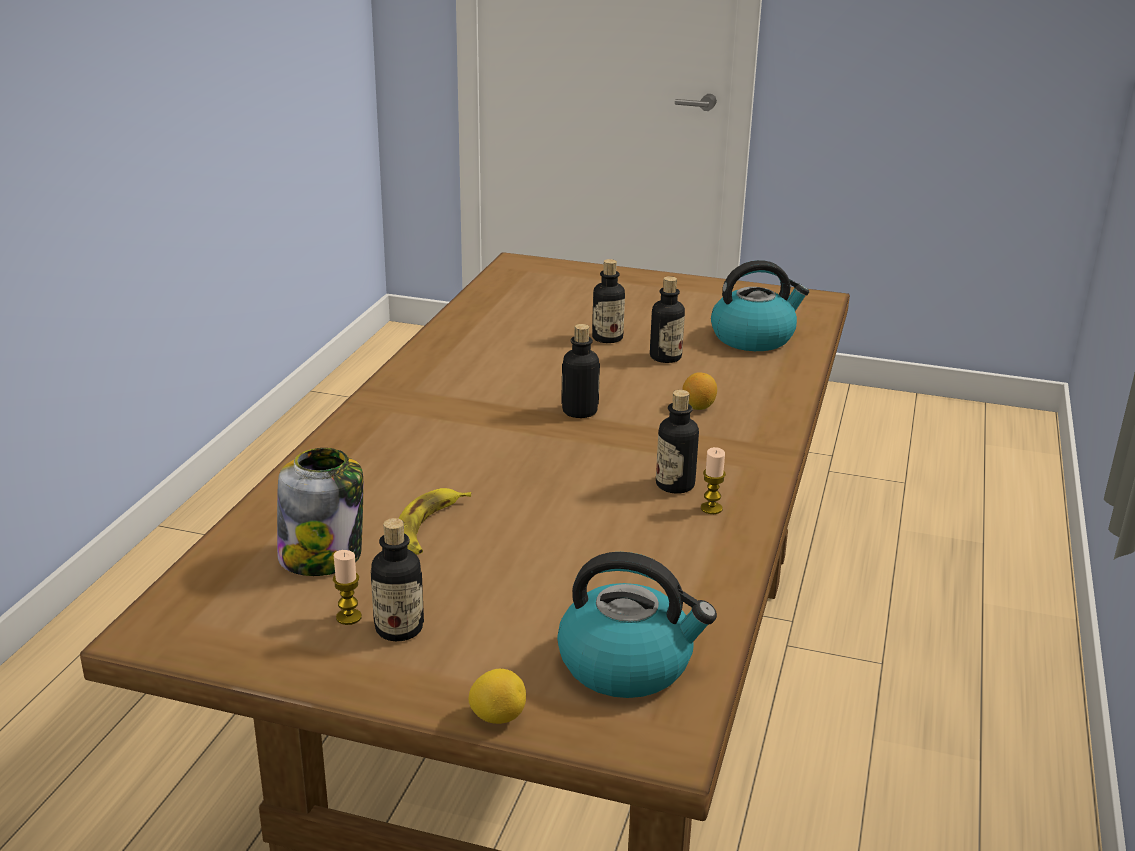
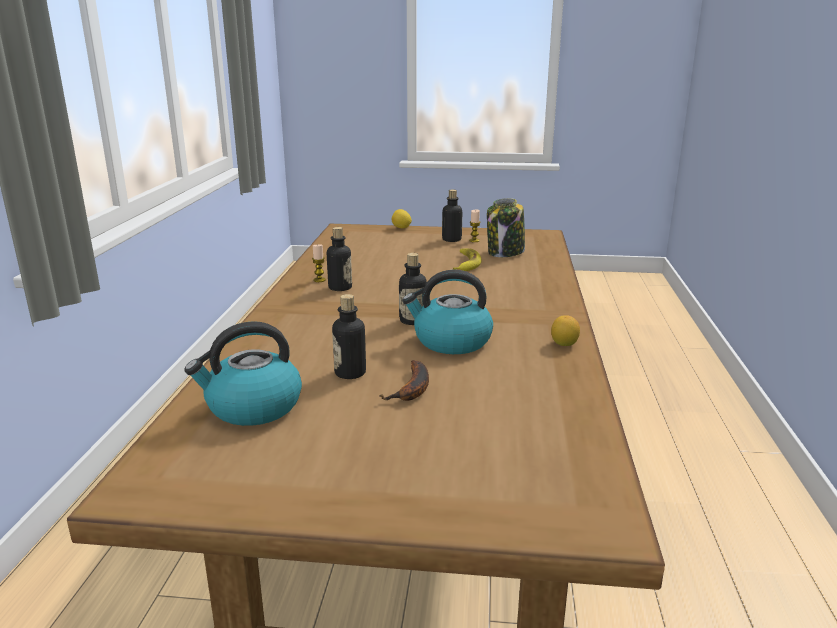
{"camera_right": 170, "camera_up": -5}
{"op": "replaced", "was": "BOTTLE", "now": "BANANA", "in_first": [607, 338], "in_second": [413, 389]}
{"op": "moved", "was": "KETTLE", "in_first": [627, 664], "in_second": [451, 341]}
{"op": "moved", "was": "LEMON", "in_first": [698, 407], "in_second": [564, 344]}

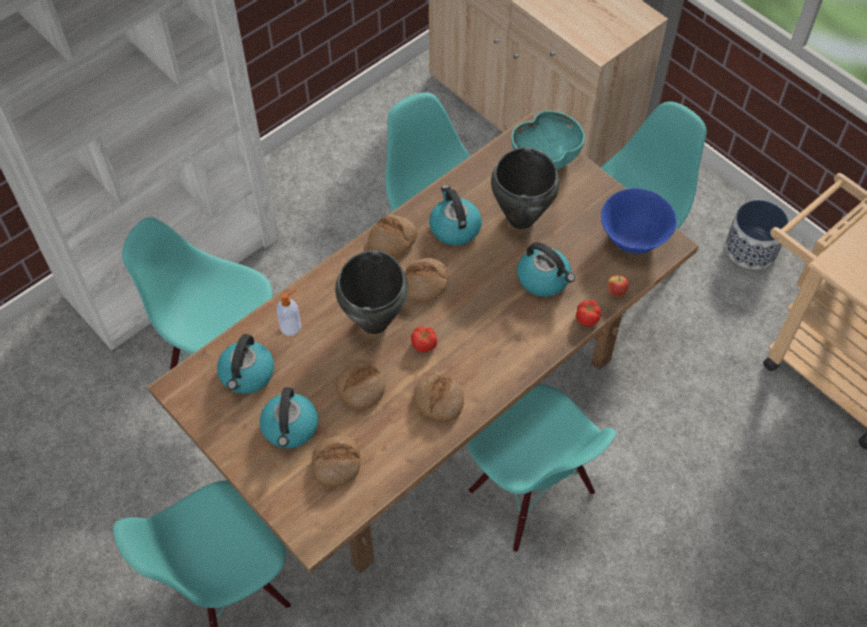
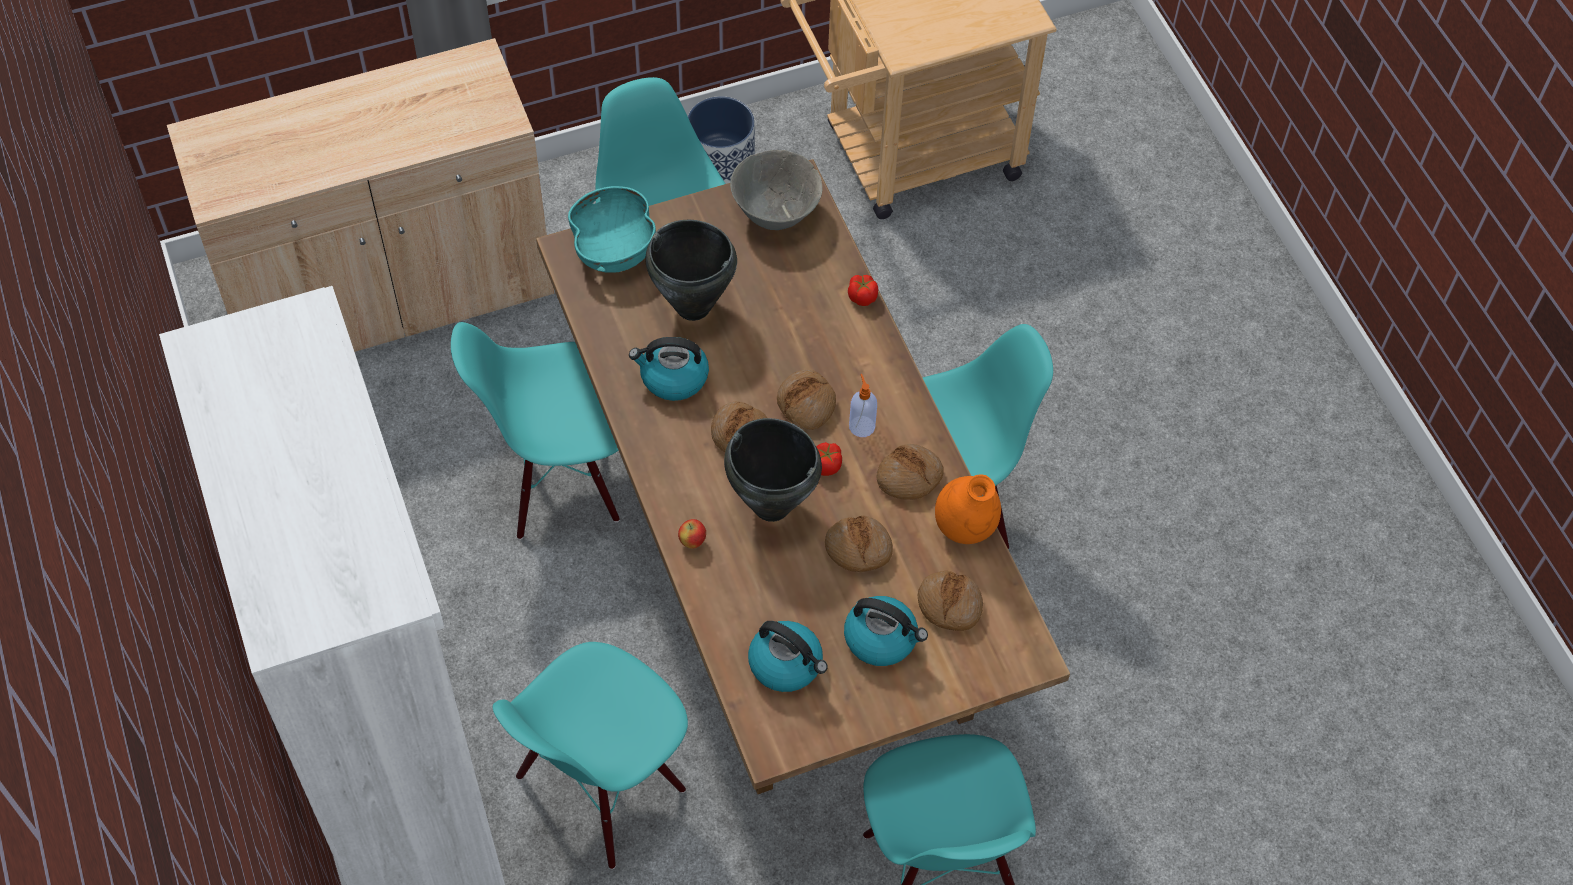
{"camera_right": -70, "camera_up": 0}
{"op": "moved", "was": "APPLE", "in_first": [616, 292], "in_second": [692, 541]}
{"op": "recoloured", "was": "BLUE BOWL", "now": "GREY BOWL", "in_first": [633, 238], "in_second": [775, 213]}
{"op": "moved", "was": "BREAD", "in_first": [392, 240], "in_second": [806, 404]}
{"op": "moved", "was": "SOAP DISPENSER", "in_first": [291, 326], "in_second": [861, 425]}
{"op": "added", "now": "ORANGE VASE", "in_second": [964, 528]}
{"op": "removed", "was": "KETTLE", "in_first": [544, 279]}

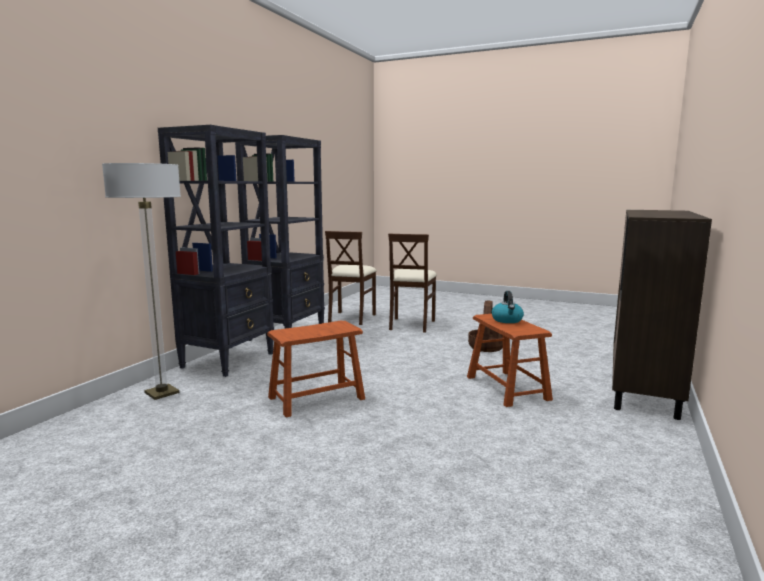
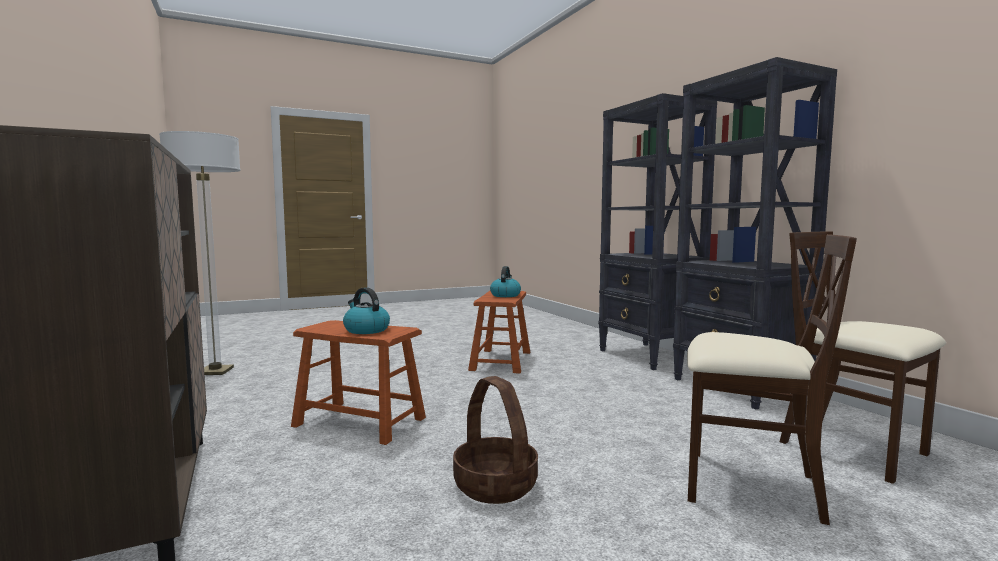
{"camera_right": 130, "camera_up": -5}
{"op": "moved", "was": "FLOOR LAMP", "in_first": [162, 393], "in_second": [215, 371]}
{"op": "added", "now": "KETTLE", "in_second": [505, 295]}
{"op": "turned", "was": "BEIGE CHAIR", "in_first": [411, 325], "in_second": [749, 485], "clockwise": 150}

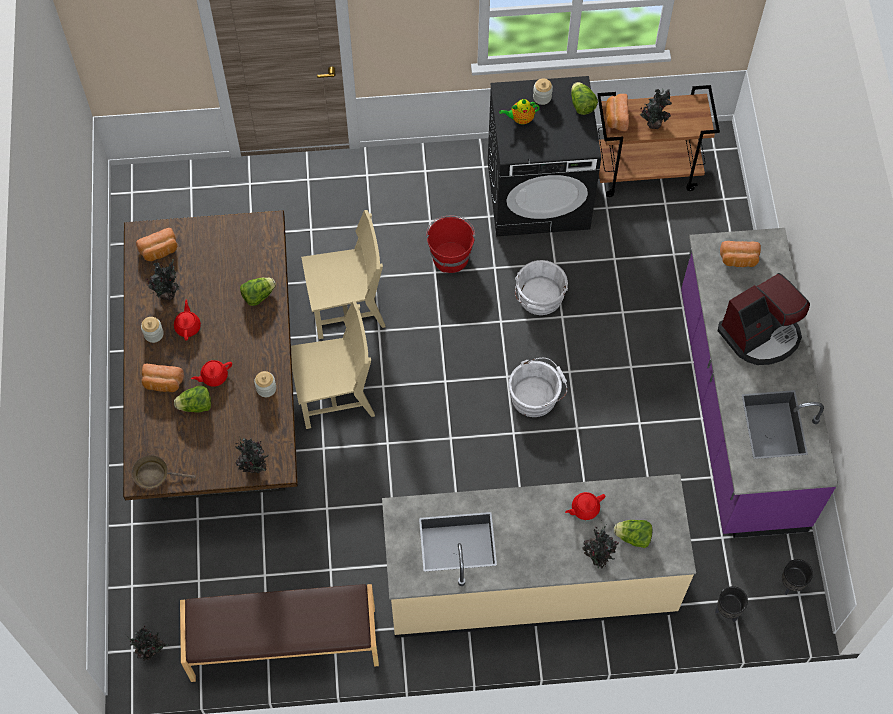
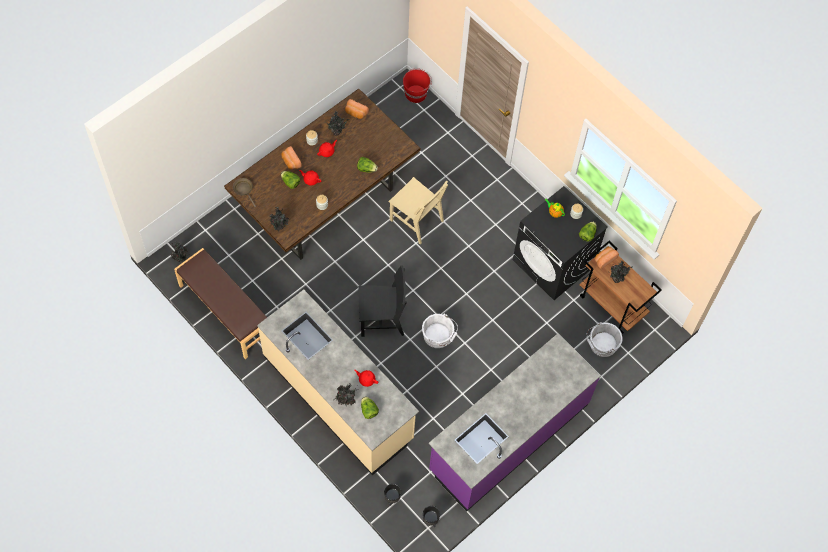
{"camera_right": 50, "camera_up": 0}
{"op": "added", "now": "BLACK CHAIR", "in_second": [382, 319]}
{"op": "moved", "was": "RED BUCKET", "in_first": [450, 256], "in_second": [416, 93]}
{"op": "moved", "was": "WHITE BUCKET", "in_first": [539, 298], "in_second": [601, 345]}
{"op": "removed", "was": "BEIGE CHAIR", "in_first": [335, 396]}
{"op": "removed", "was": "COFFEE MACHINE", "in_first": [761, 334]}
{"op": "removed", "was": "BREAD", "in_first": [739, 260]}

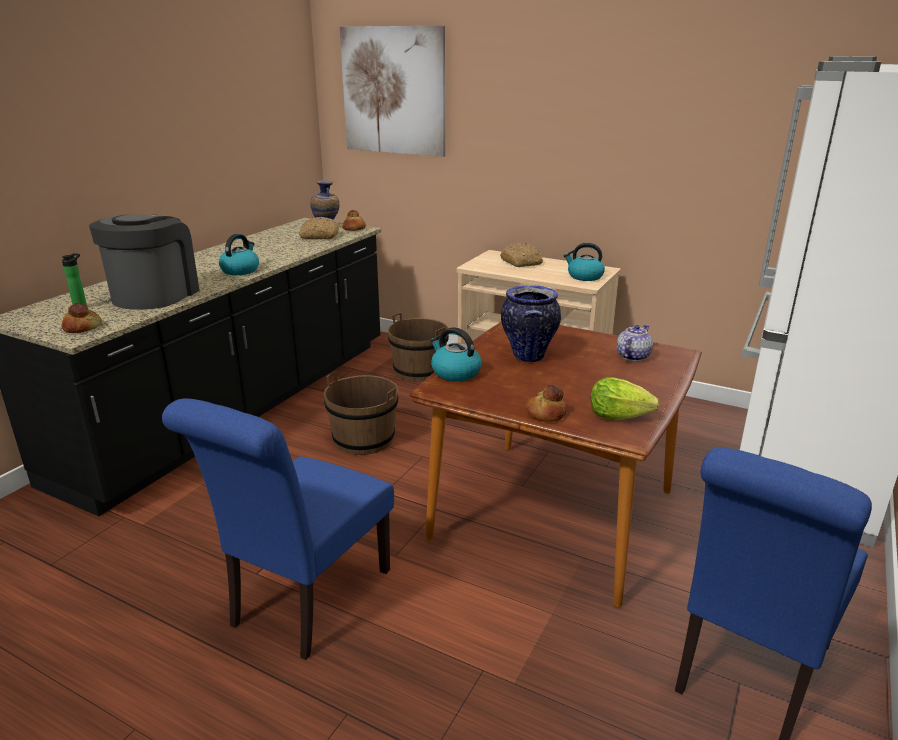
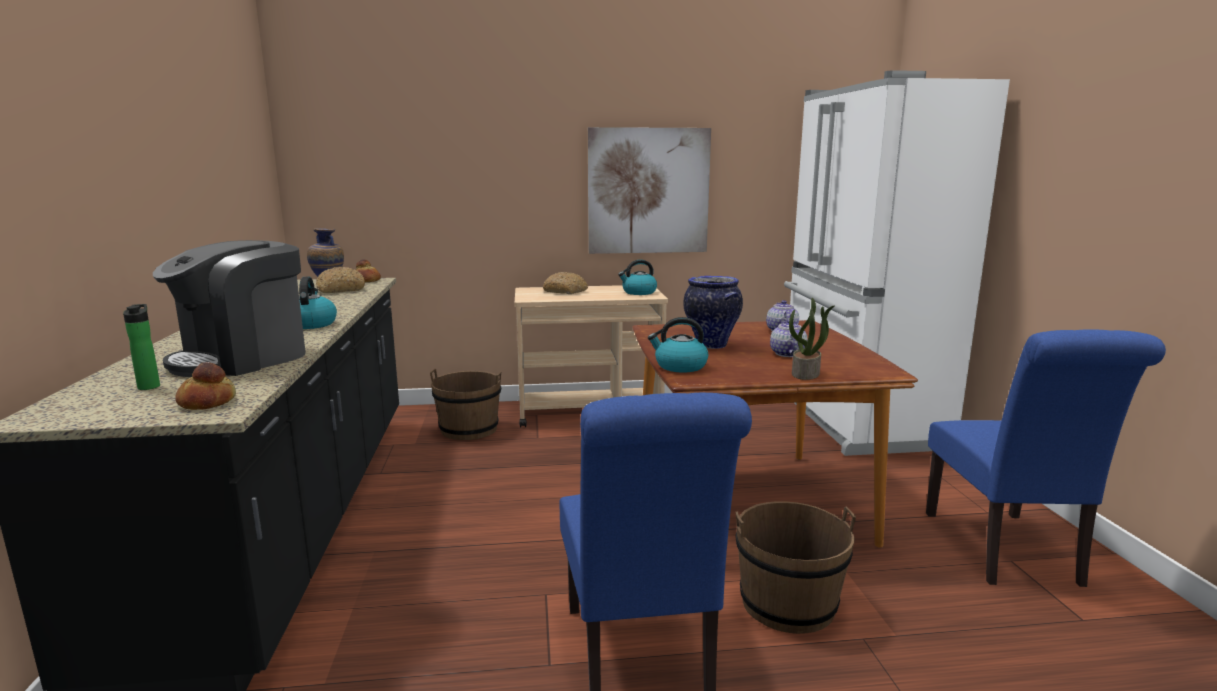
{"camera_right": -35, "camera_up": -10}
{"op": "turned", "was": "COFFEE MACHINE", "in_first": [154, 295], "in_second": [243, 359], "clockwise": -120}
{"op": "moved", "was": "PICTURE", "in_first": [393, 91], "in_second": [648, 191]}
{"op": "moved", "was": "BROWN BUCKET", "in_first": [364, 439], "in_second": [787, 603]}
{"op": "added", "now": "TEAPOT", "in_second": [787, 354]}
{"op": "replaced", "was": "BREAD", "now": "POTTED PLANT", "in_first": [545, 413], "in_second": [806, 374]}
{"op": "removed", "was": "LETTUCE", "in_first": [618, 416]}

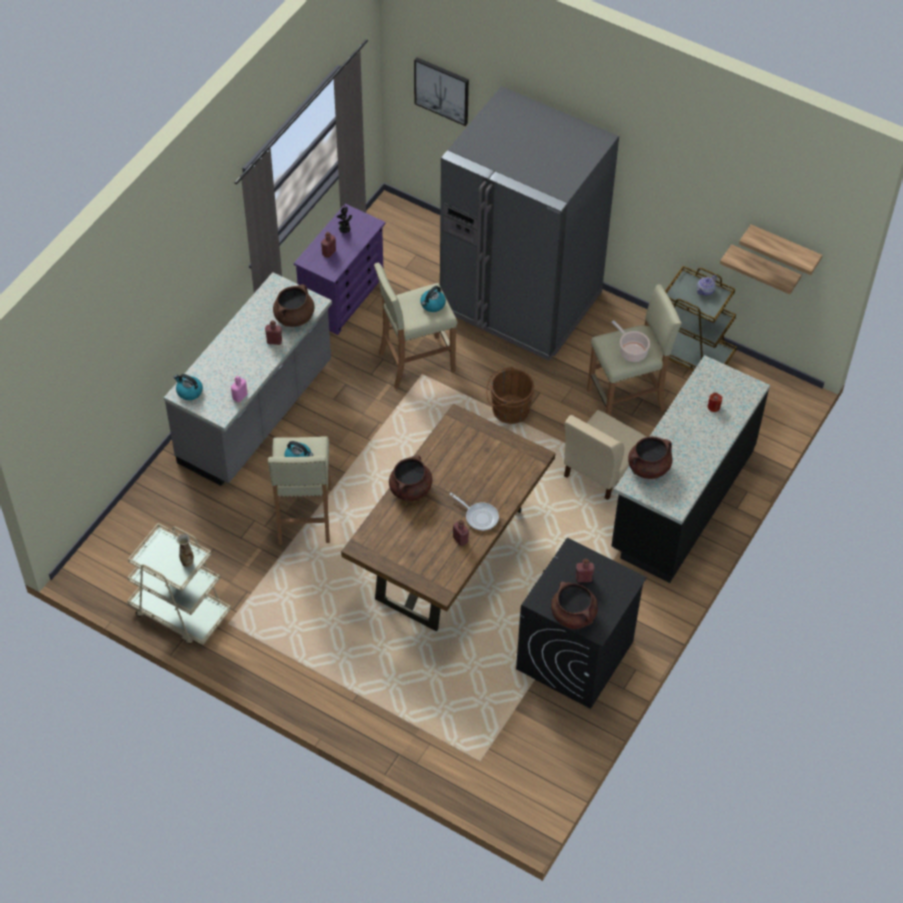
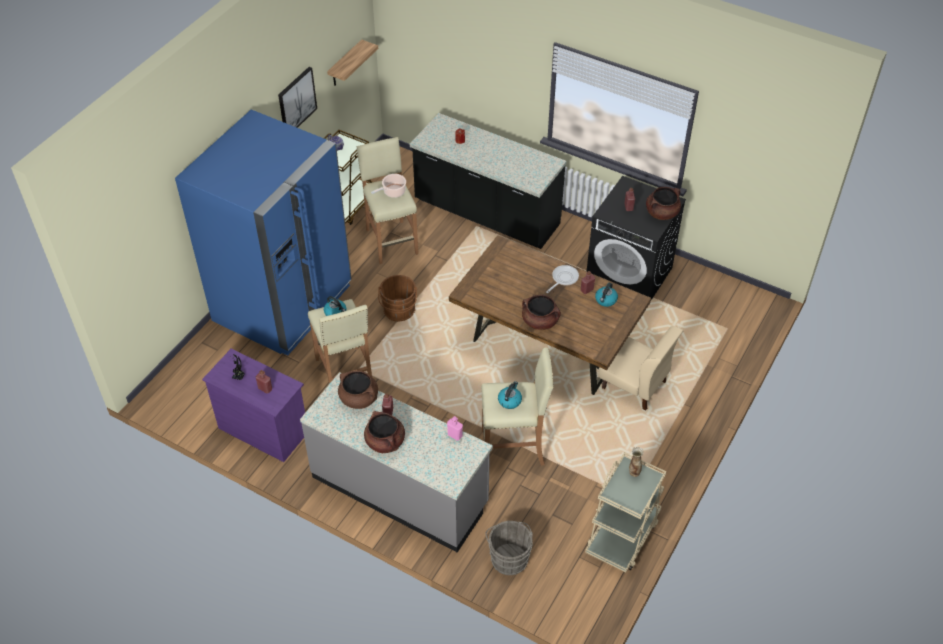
{"camera_right": -90, "camera_up": -5}
{"op": "recoloured", "was": "GREY FRIDGE", "now": "BLUE FRIDGE", "in_first": [521, 302], "in_second": [283, 303]}
{"op": "moved", "was": "PICTURE", "in_first": [442, 90], "in_second": [296, 101]}
{"op": "moved", "was": "BROWN COOKING POT", "in_first": [648, 468], "in_second": [385, 442]}
{"op": "added", "now": "GREY BUCKET", "in_second": [509, 557]}
{"op": "moved", "was": "KETTLE", "in_first": [189, 391], "in_second": [606, 300]}
{"op": "moved", "was": "BEIGE CHAIR", "in_first": [600, 469], "in_second": [634, 385]}
{"op": "removed", "was": "SHELF", "in_first": [764, 269]}

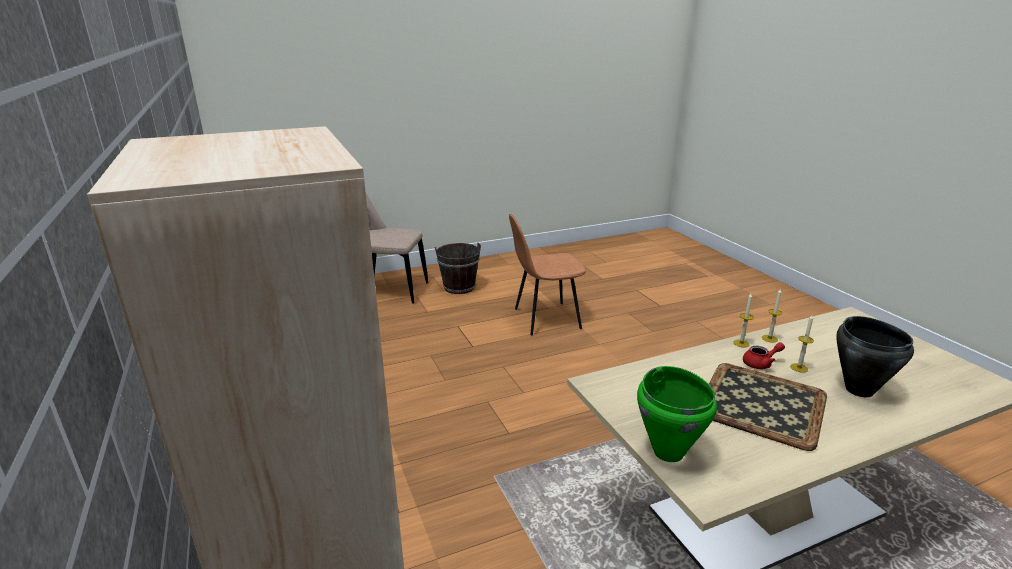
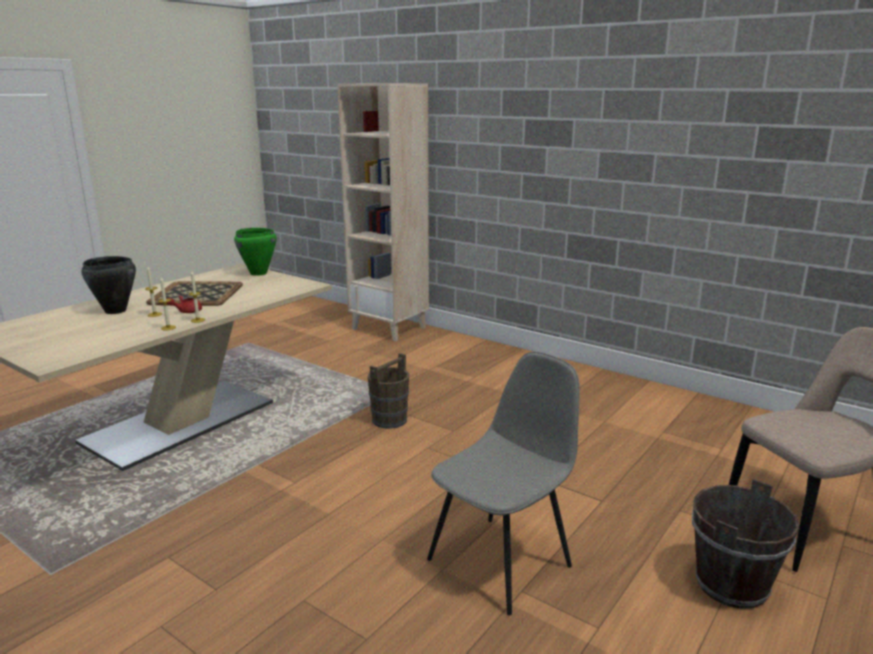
{"camera_right": 150, "camera_up": -5}
{"op": "added", "now": "BROWN BUCKET", "in_second": [390, 420]}
{"op": "recoloured", "was": "BROWN CHAIR", "now": "GREY CHAIR", "in_first": [545, 318], "in_second": [501, 561]}

